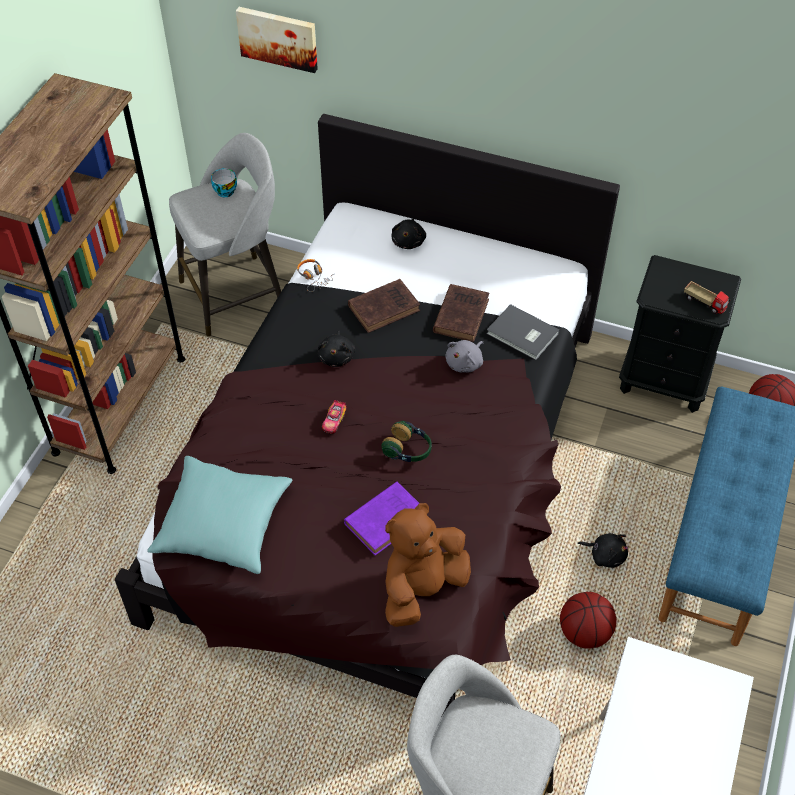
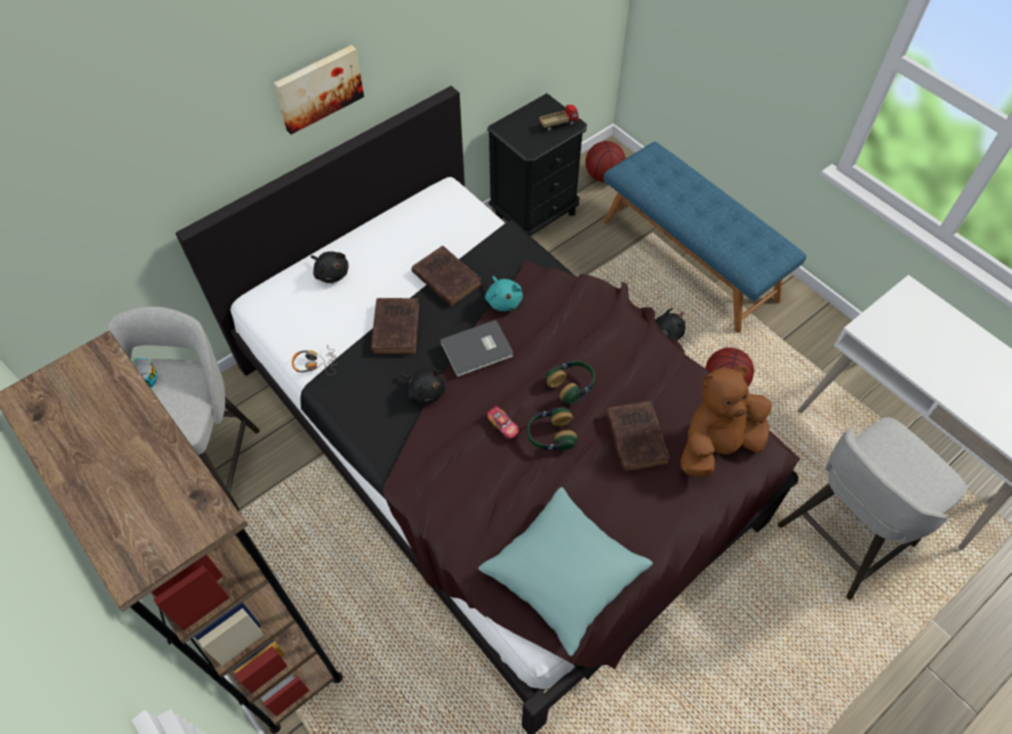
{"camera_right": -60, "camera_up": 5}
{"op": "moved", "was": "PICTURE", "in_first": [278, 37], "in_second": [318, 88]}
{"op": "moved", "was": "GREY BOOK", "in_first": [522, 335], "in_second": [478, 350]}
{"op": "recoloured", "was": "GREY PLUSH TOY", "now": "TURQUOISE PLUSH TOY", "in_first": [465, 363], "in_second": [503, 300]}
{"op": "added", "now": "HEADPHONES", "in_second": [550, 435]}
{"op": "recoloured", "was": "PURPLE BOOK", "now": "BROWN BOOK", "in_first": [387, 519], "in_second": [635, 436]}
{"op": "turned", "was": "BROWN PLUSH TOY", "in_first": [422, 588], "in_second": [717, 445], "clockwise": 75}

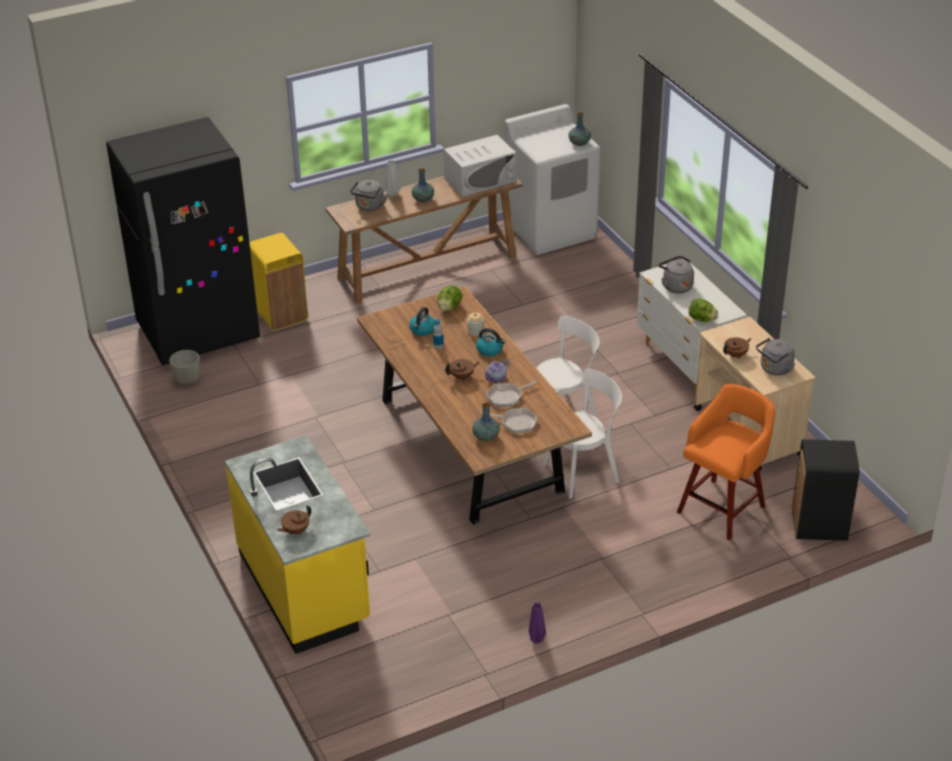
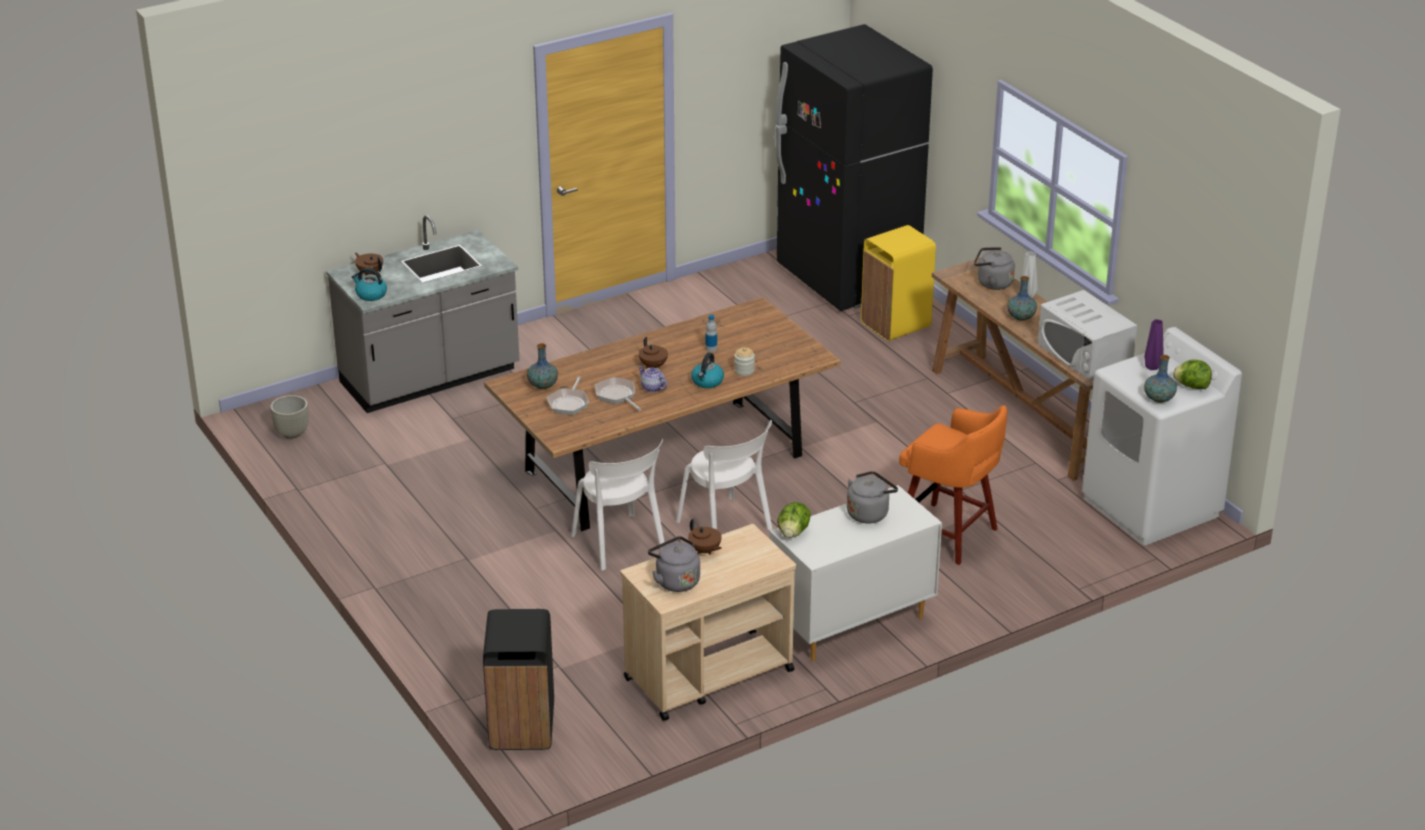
{"camera_right": 85, "camera_up": -5}
{"op": "moved", "was": "GREY PLANTER", "in_first": [187, 381], "in_second": [292, 433]}
{"op": "recoloured", "was": "YELLOW COUNTER", "now": "GREY COUNTER", "in_first": [305, 588], "in_second": [430, 379]}
{"op": "moved", "was": "KETTLE", "in_first": [422, 330], "in_second": [370, 294]}
{"op": "moved", "was": "ORANGE STOOL", "in_first": [723, 508], "in_second": [948, 535]}
{"op": "moved", "was": "PURPLE VASE", "in_first": [536, 639], "in_second": [1152, 367]}
{"op": "moved", "was": "LETTUCE", "in_first": [449, 307], "in_second": [1191, 386]}

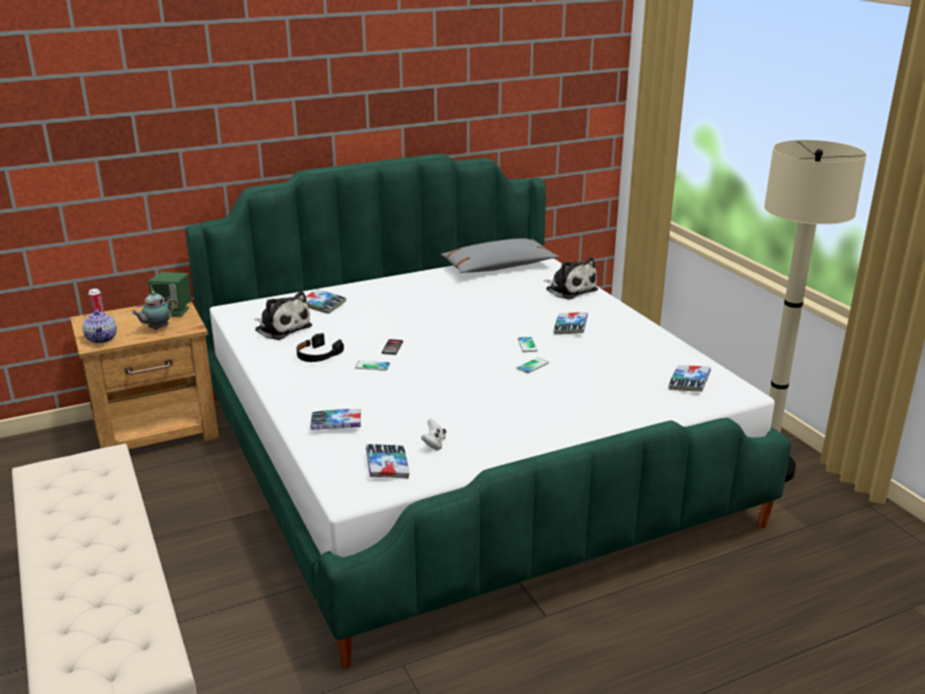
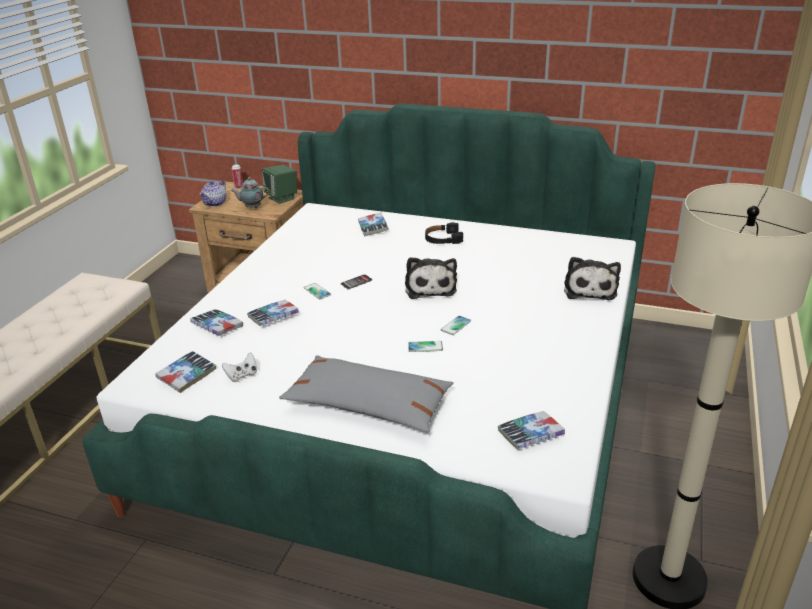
{"camera_right": 45, "camera_up": 5}
{"op": "moved", "was": "BOOK", "in_first": [570, 327], "in_second": [273, 317]}
{"op": "moved", "was": "GREY PILLOW", "in_first": [498, 267], "in_second": [368, 405]}
{"op": "moved", "was": "PLUSH TOY", "in_first": [281, 328], "in_second": [430, 287]}
{"op": "moved", "was": "BLACK HEADPHONES", "in_first": [318, 355], "in_second": [443, 239]}

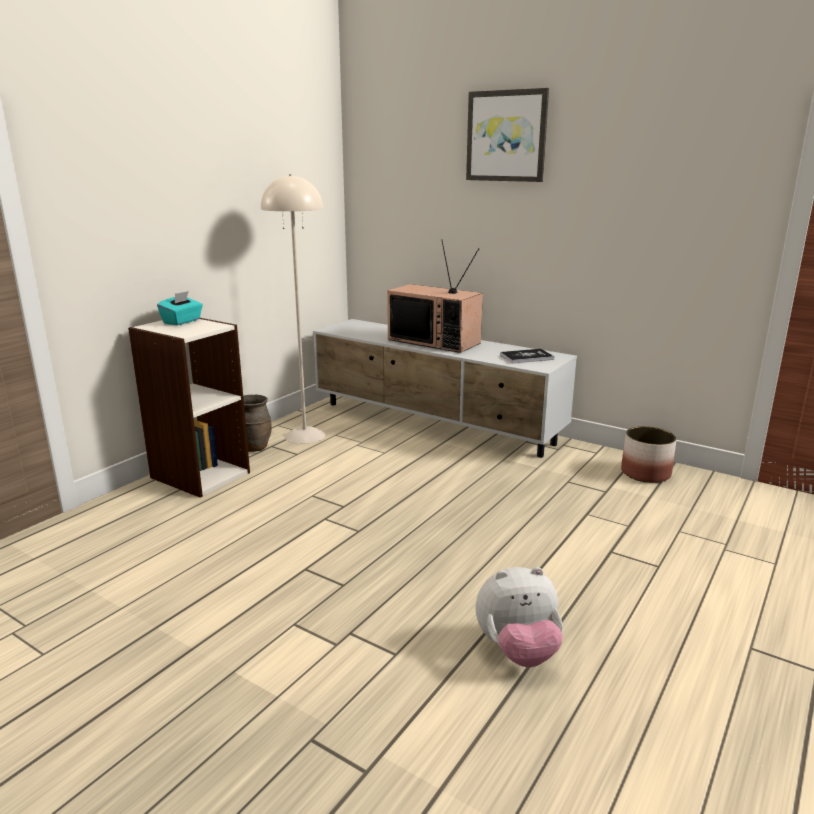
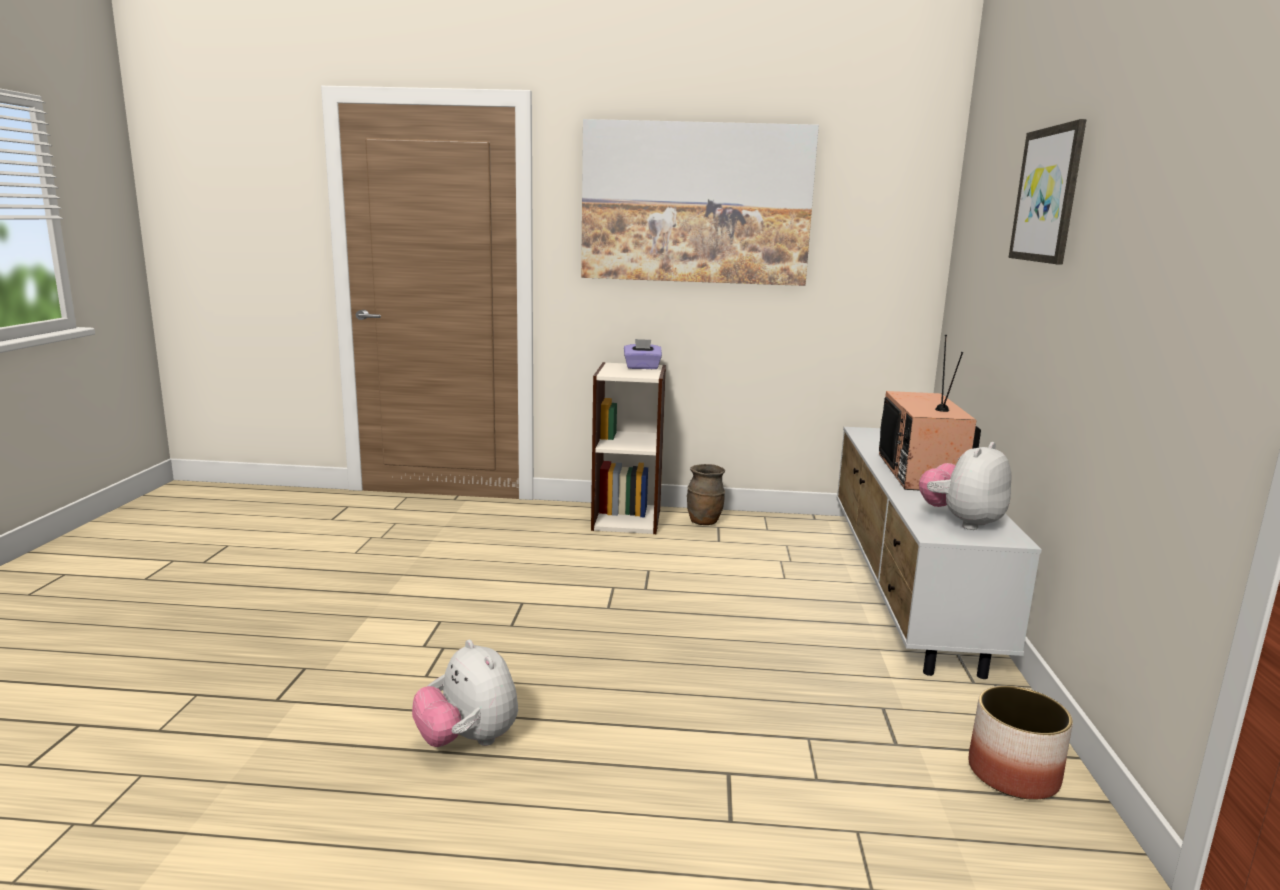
{"camera_right": 60, "camera_up": -5}
{"op": "added", "now": "PICTURE", "in_second": [696, 203]}
{"op": "recoloured", "was": "TURQUOISE TISSUE BOX", "now": "PURPLE TISSUE BOX", "in_first": [182, 321], "in_second": [642, 367]}
{"op": "replaced", "was": "BOOK", "now": "PLUSH TOY", "in_first": [526, 357], "in_second": [962, 522]}
{"op": "removed", "was": "BEIGE FLOOR LAMP", "in_first": [305, 435]}

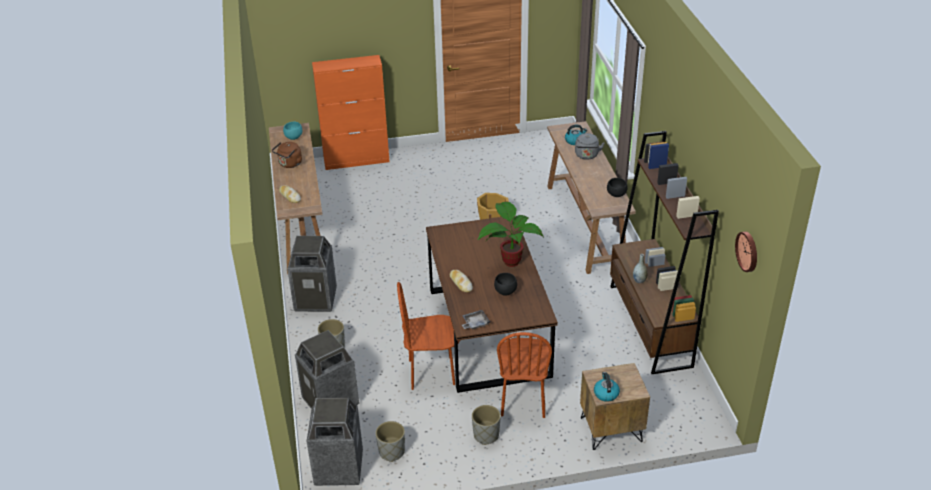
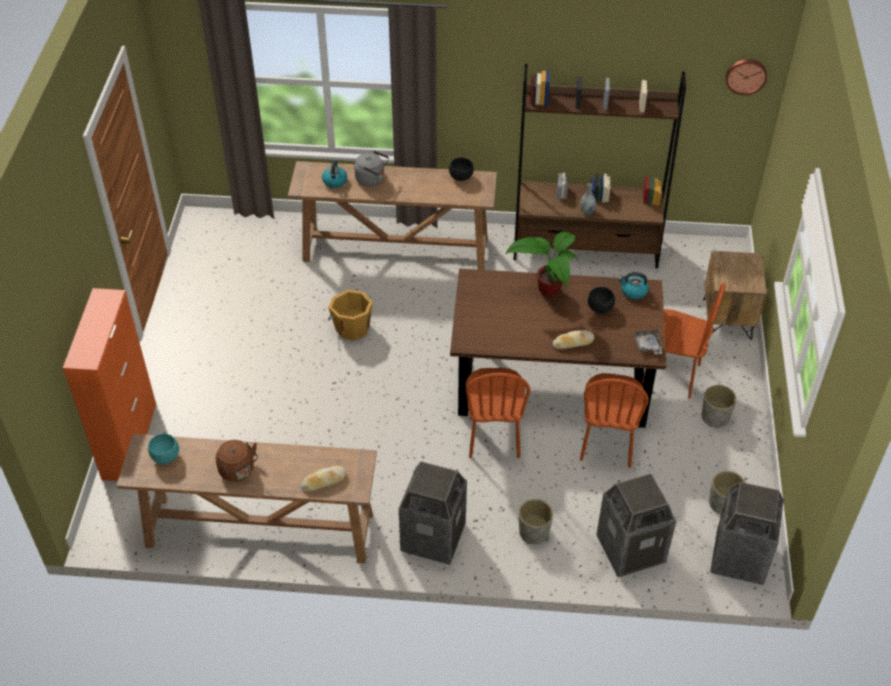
{"camera_right": -75, "camera_up": 10}
{"op": "added", "now": "BROWN CHAIR", "in_second": [493, 437]}
{"op": "moved", "was": "KETTLE", "in_first": [606, 393], "in_second": [633, 291]}

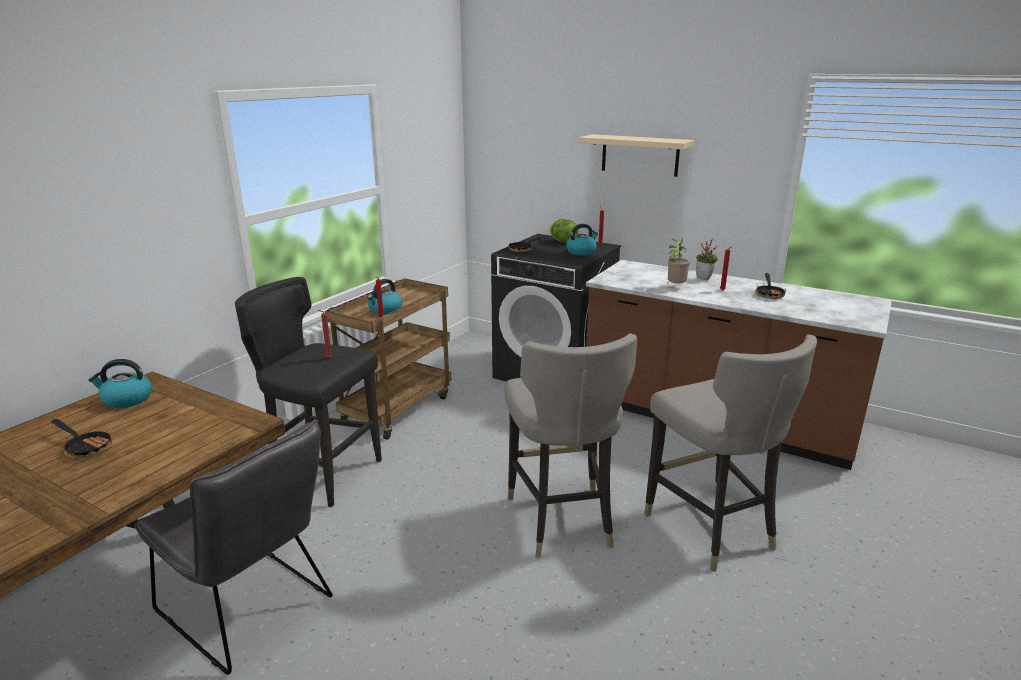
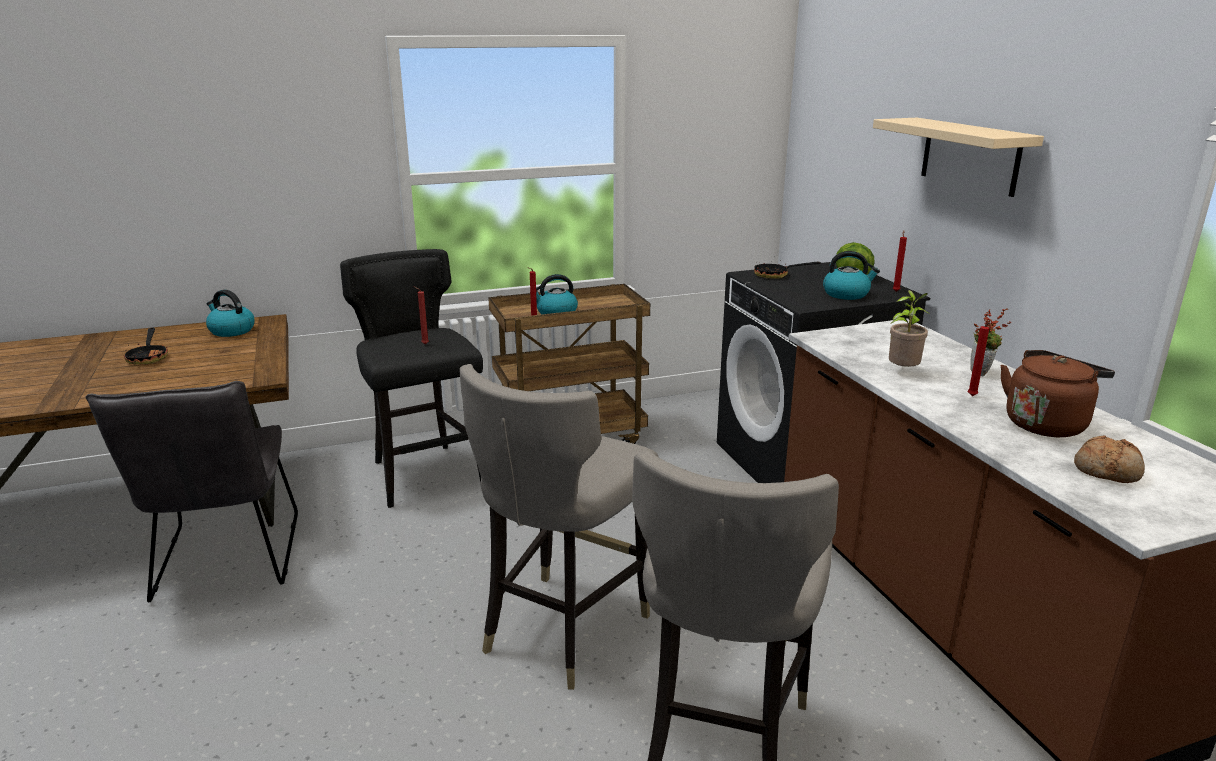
{"camera_right": 40, "camera_up": 0}
{"op": "replaced", "was": "FRYING PAN", "now": "BROWN KETTLE", "in_first": [769, 294], "in_second": [1046, 423]}
{"op": "added", "now": "BREAD", "in_second": [1107, 471]}

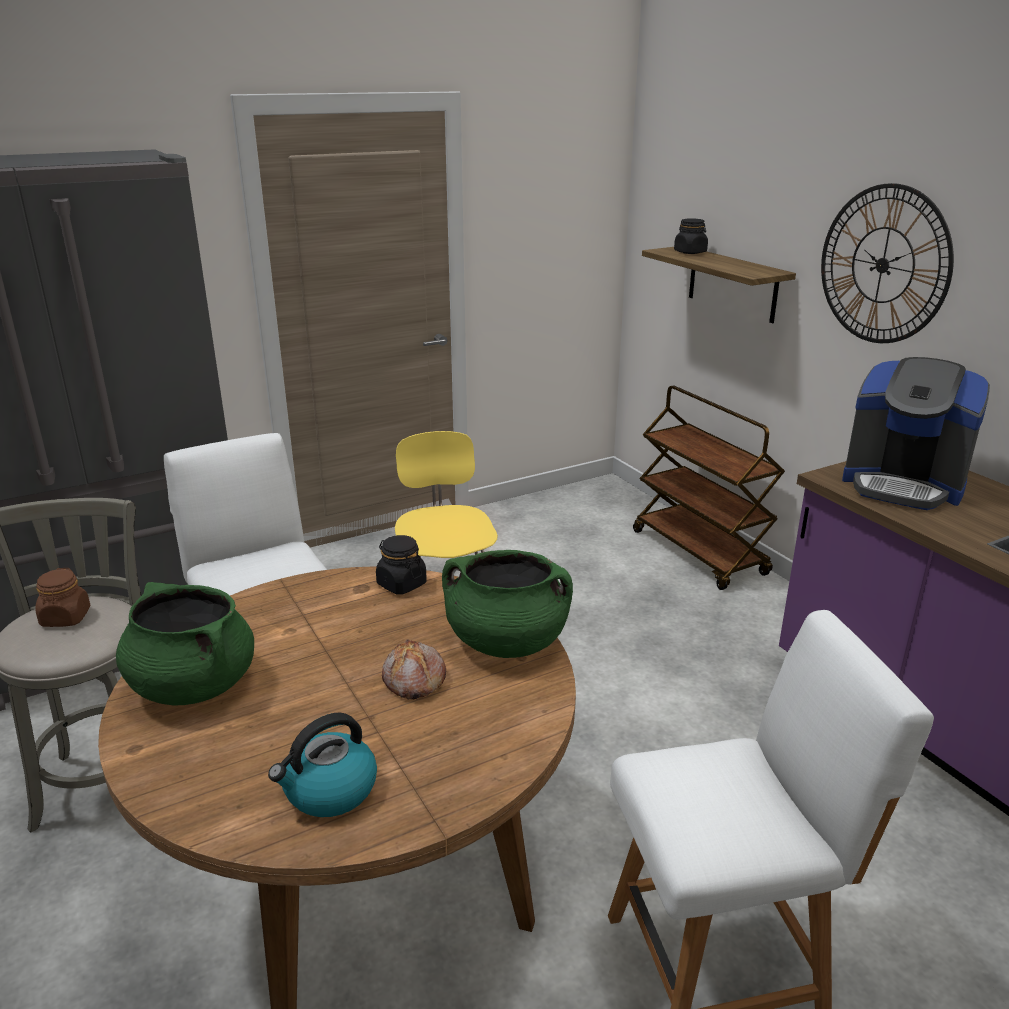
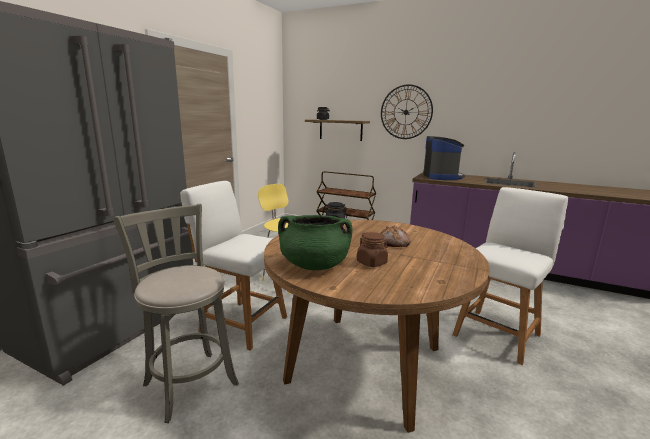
{"camera_right": -35, "camera_up": -10}
{"op": "moved", "was": "BROWN JAR", "in_first": [66, 618], "in_second": [372, 263]}
{"op": "turned", "was": "COFFEE MACHINE", "in_first": [903, 485], "in_second": [442, 177], "clockwise": -90}
{"op": "removed", "was": "KETTLE", "in_first": [329, 791]}
{"op": "removed", "was": "GREEN COOKING POT", "in_first": [506, 642]}

